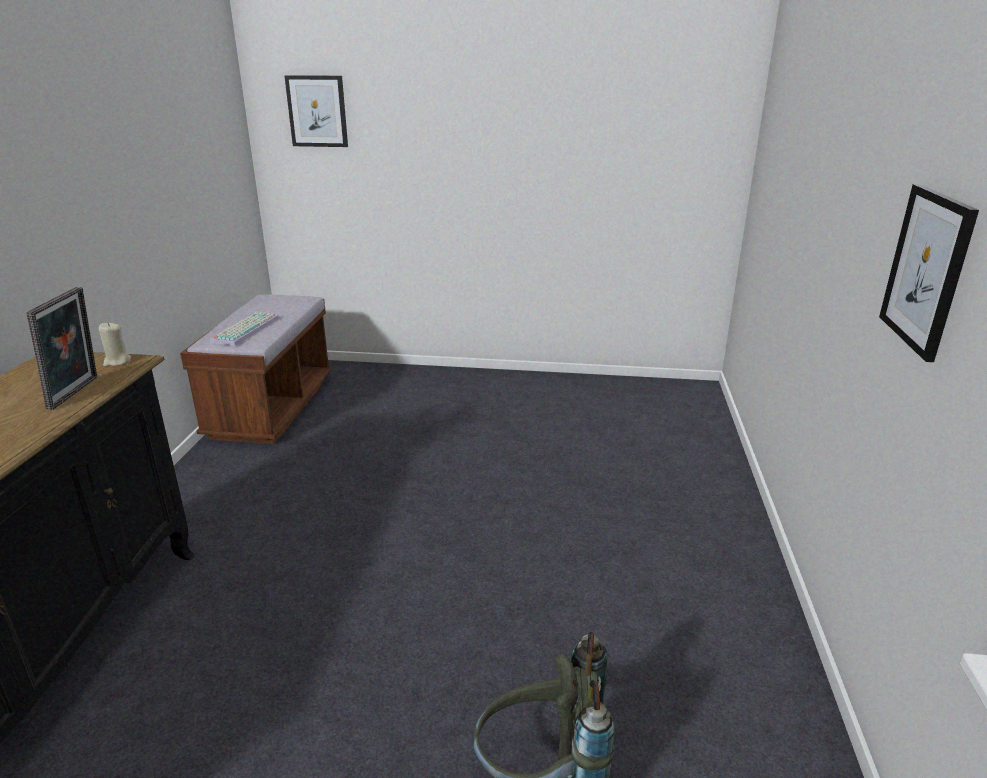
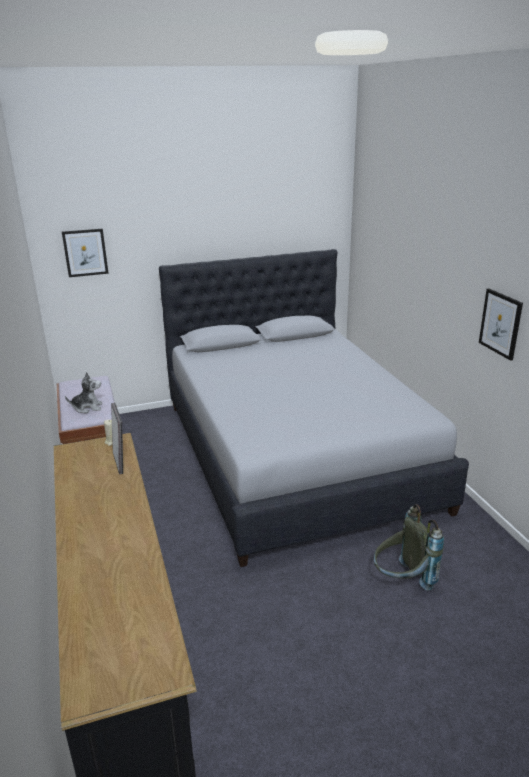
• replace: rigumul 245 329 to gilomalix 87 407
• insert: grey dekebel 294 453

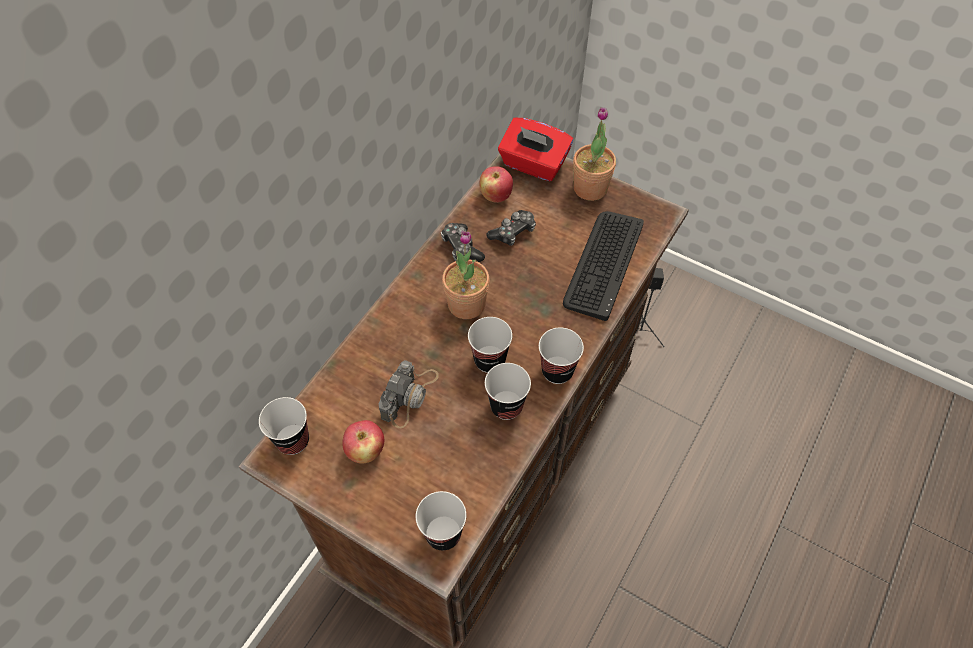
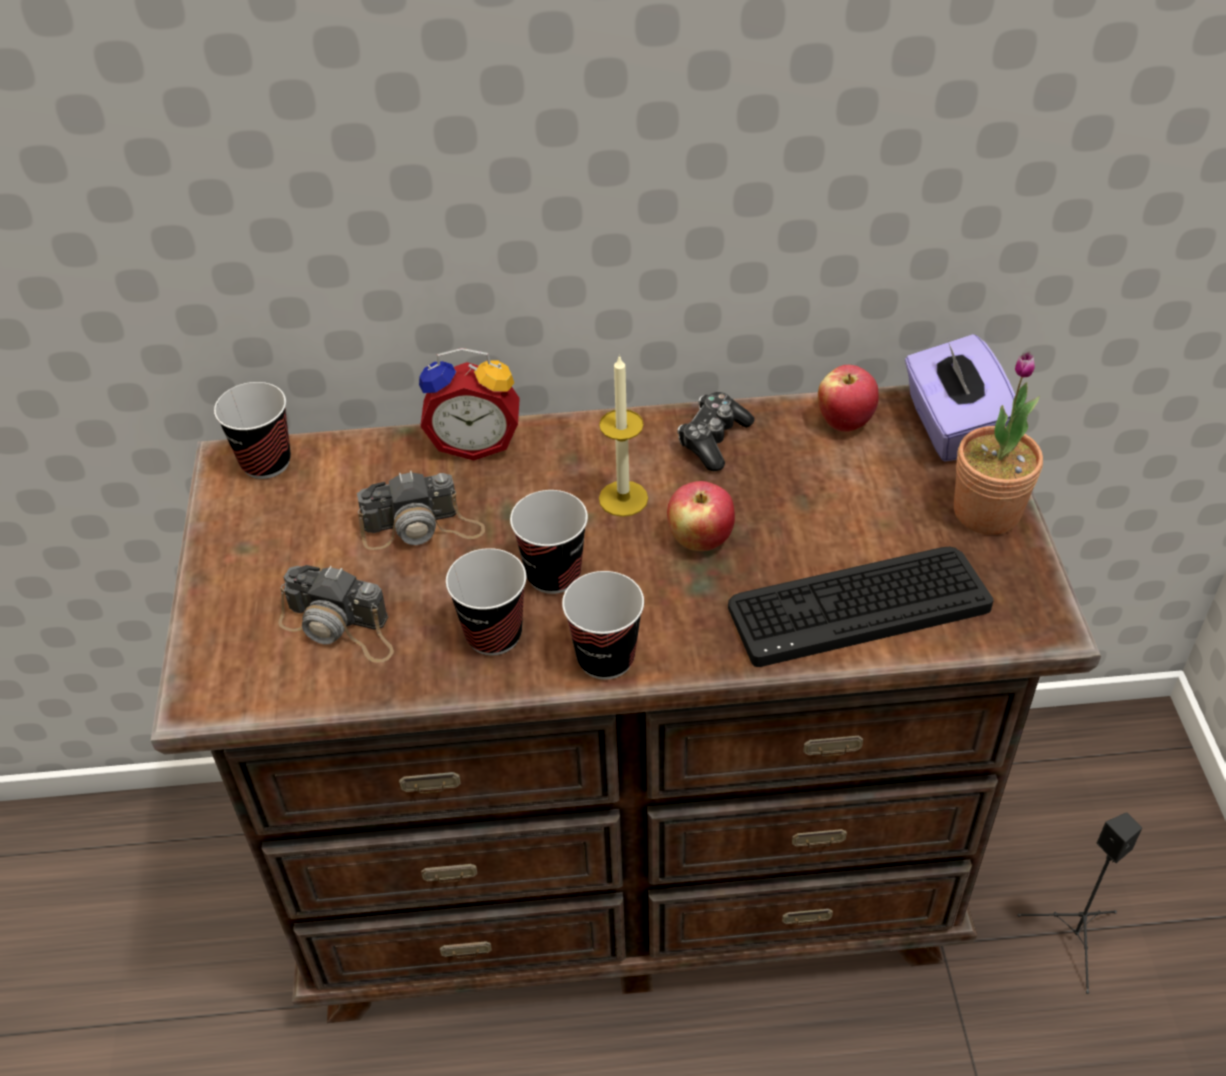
• move: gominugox 365 451 to 700 539
• delete: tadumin 443 534
• replace: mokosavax 466 304 to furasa 623 498
• delete: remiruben 513 232
• recolor: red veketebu 533 165 to purple veketebu 952 427
• insert: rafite 340 627
• insert: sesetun 475 442

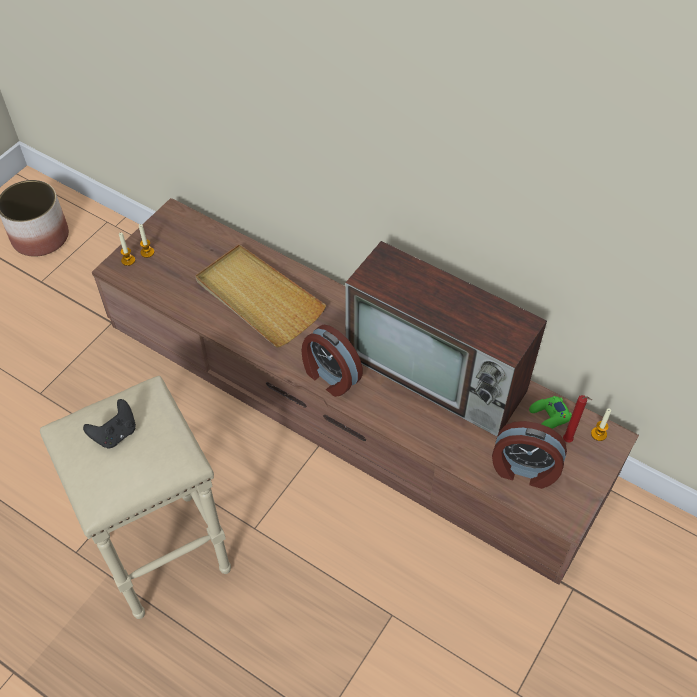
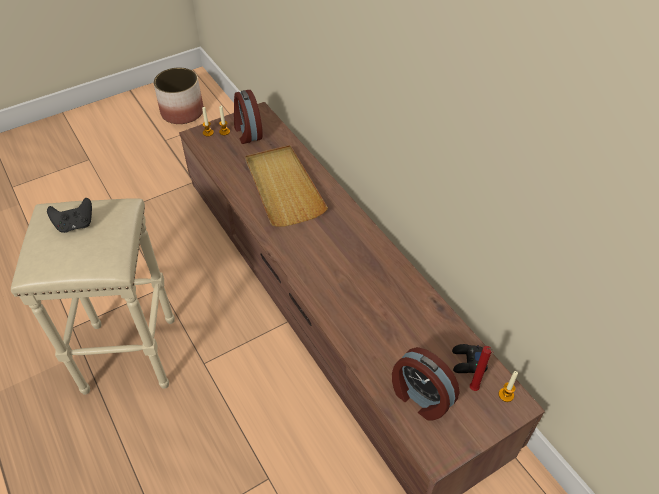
• move: sesetun 330 376 to 247 132
• delete: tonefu 439 374
• recolor: green remiruben 549 416 to black remiruben 468 362

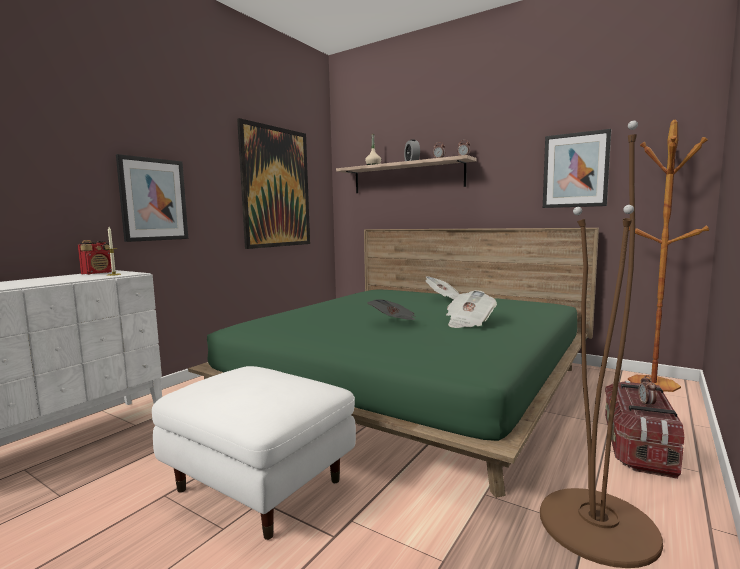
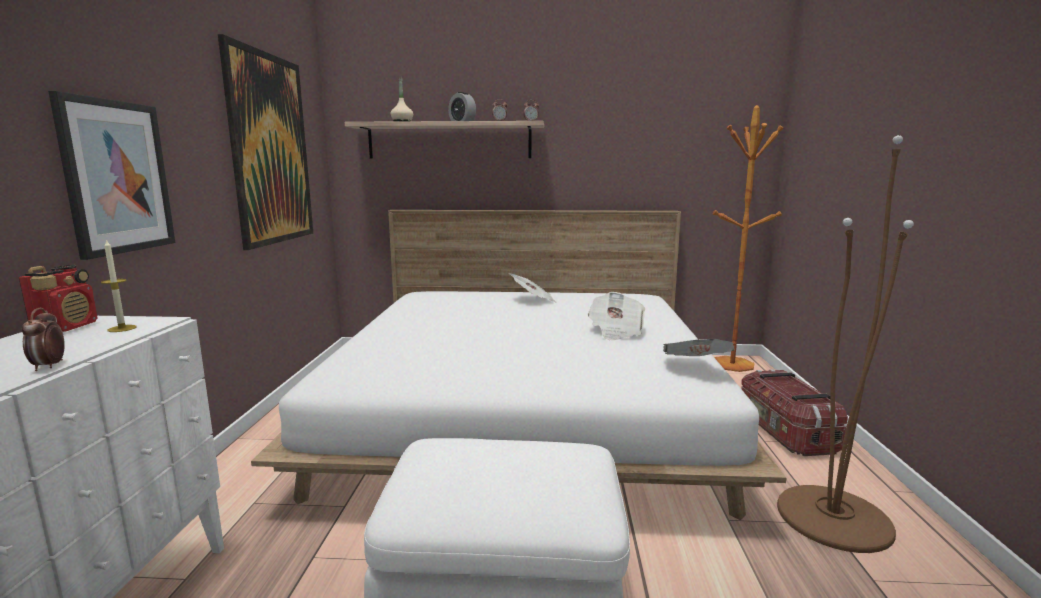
• recolor: green dekebel 410 385 to white dekebel 525 412
• move: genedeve 394 324 to 696 367
• delete: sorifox 575 170
• move: sesetun 646 404 to 49 366

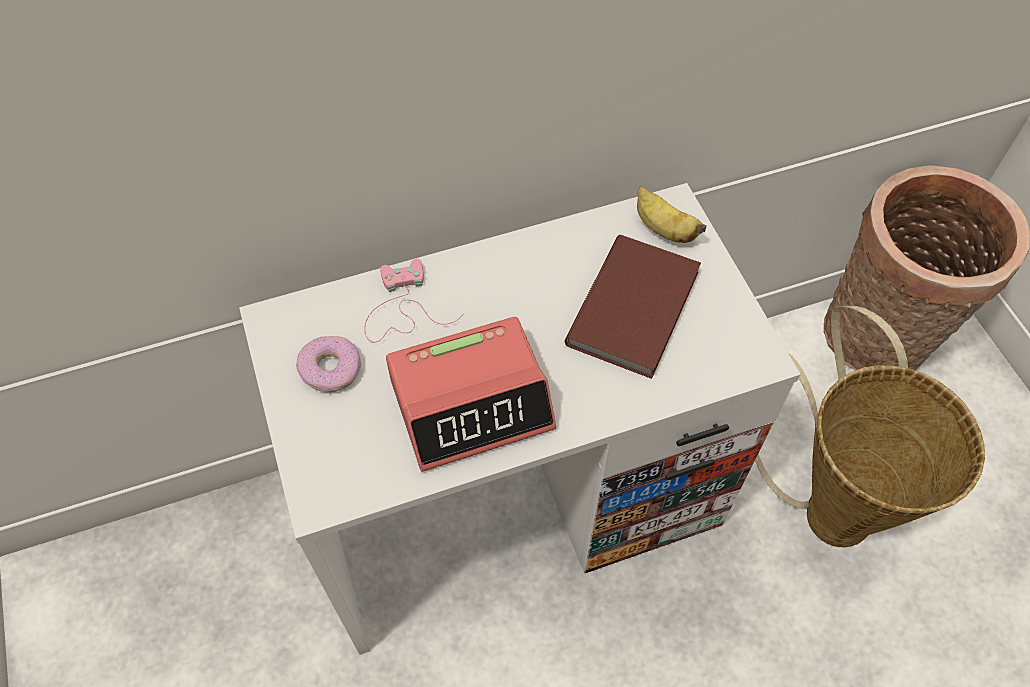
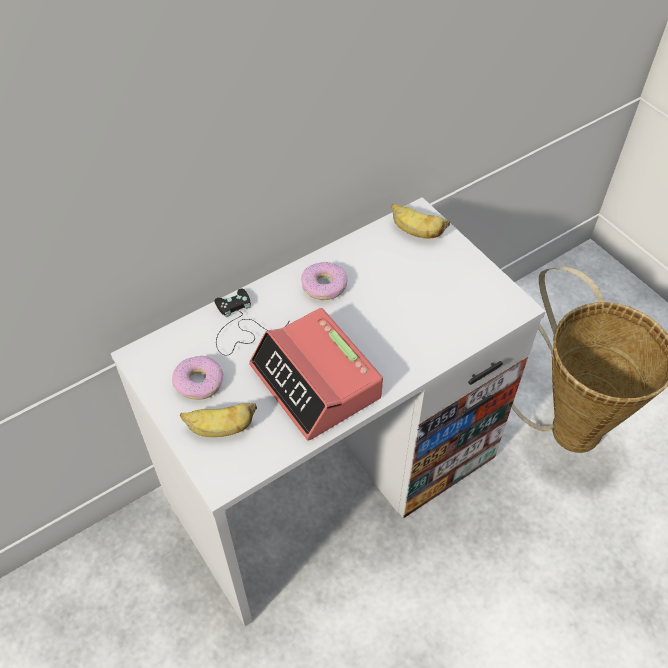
• recolor: pink remiruben 402 307 to black remiruben 240 326
• rotate: sesetun 472 402 = 316 382 90 degrees clockwise
• delete: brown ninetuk 637 307
• delete: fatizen 878 341
• insert: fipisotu 220 429
• insert: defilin 324 286

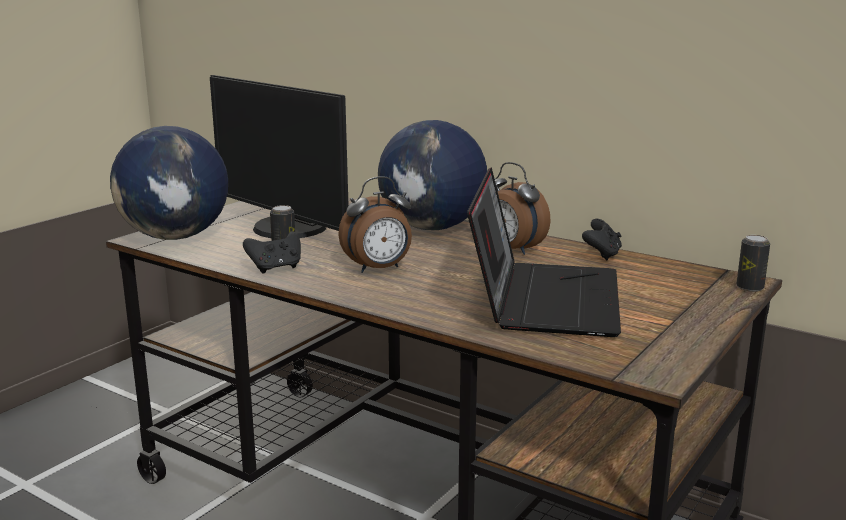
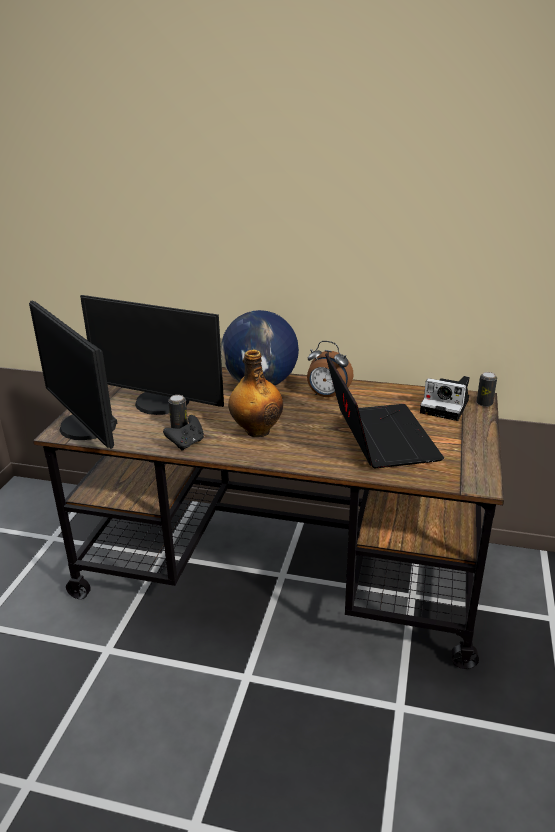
• replace: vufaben 176 237 to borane 85 427
• replace: sesetun 378 269 to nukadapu 256 430
• delete: black remiruben 601 255
• insert: rafite 447 406

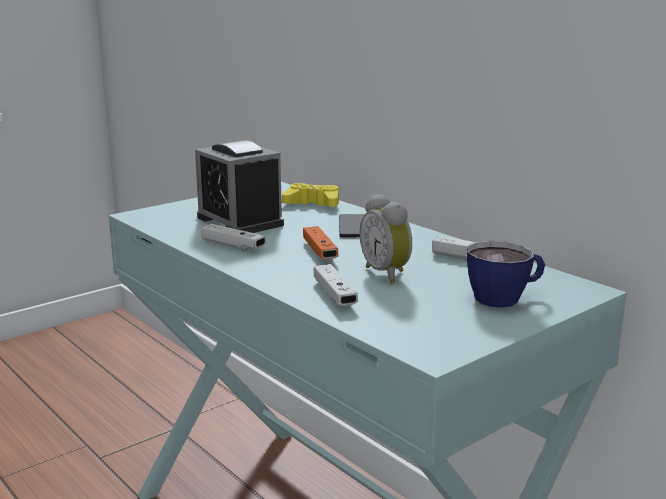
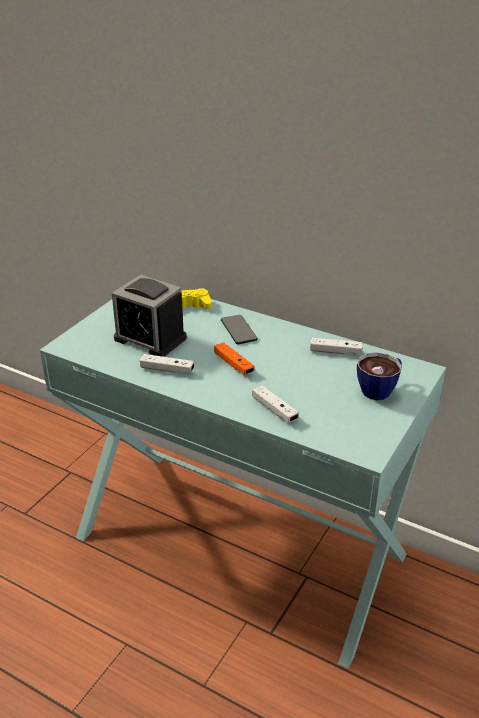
• delete: sesetun 388 274

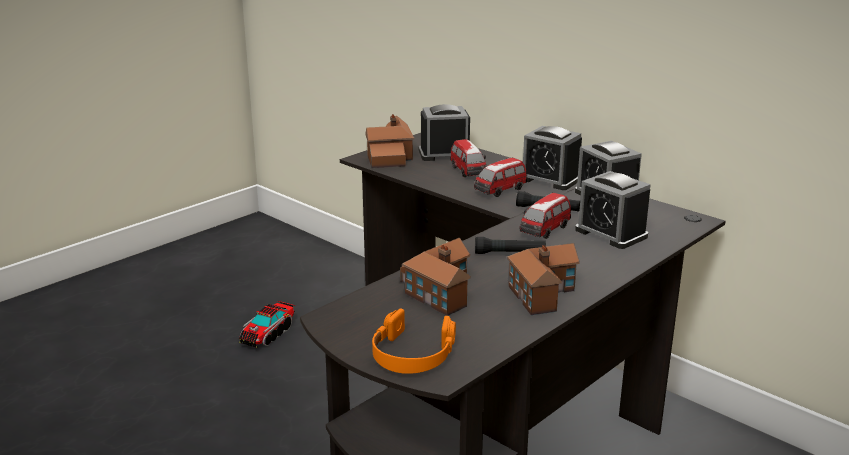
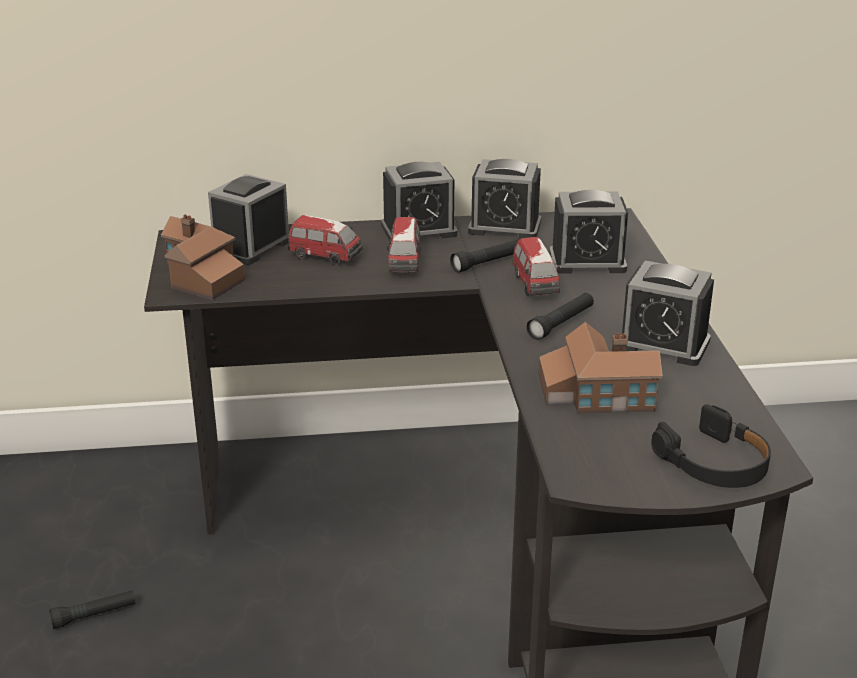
• replace: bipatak 268 334 to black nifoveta 94 615
• recolor: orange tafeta 412 354 to black tafeta 714 463
• replace: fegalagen 542 291 to sesetun 663 344

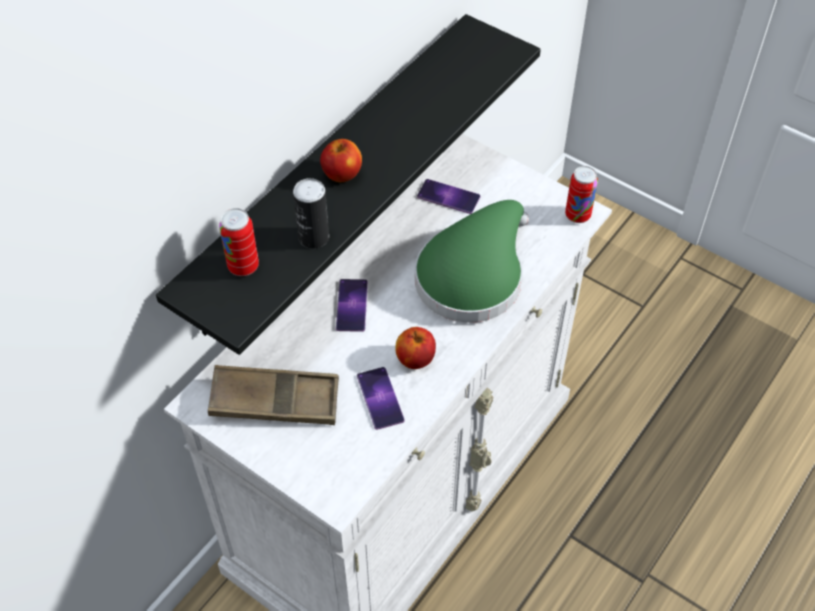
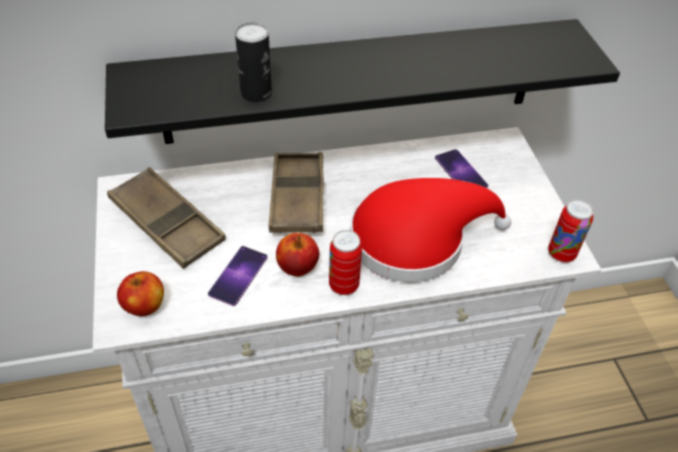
• move: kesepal 243 266 to 344 285
• move: gominugox 342 174 to 145 306
• replace: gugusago 352 305 to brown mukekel 297 198
• recolor: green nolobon 473 275 to red nolobon 416 239

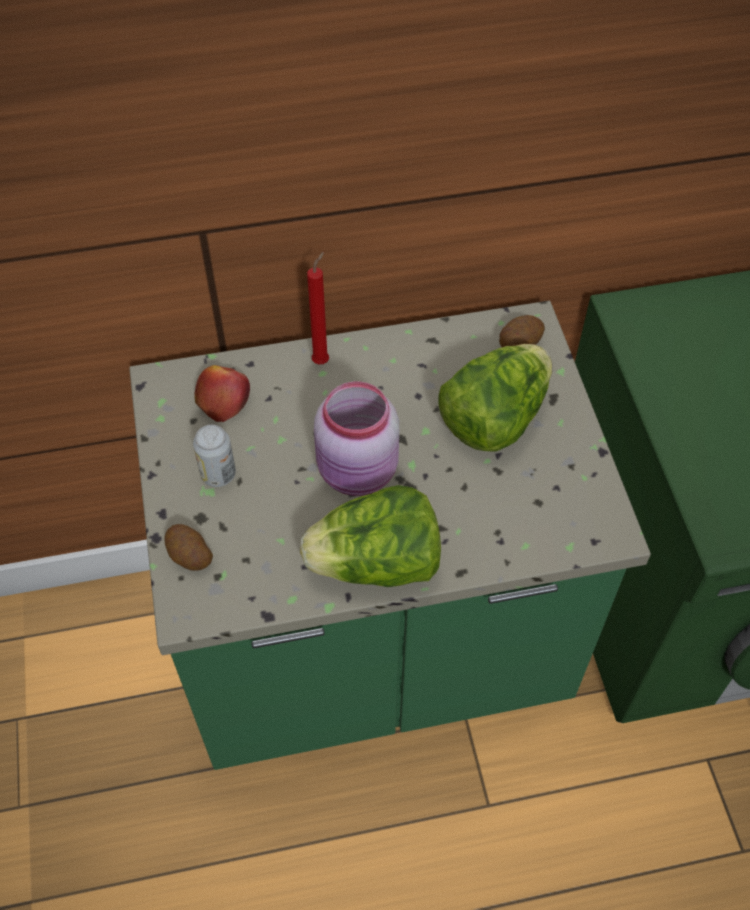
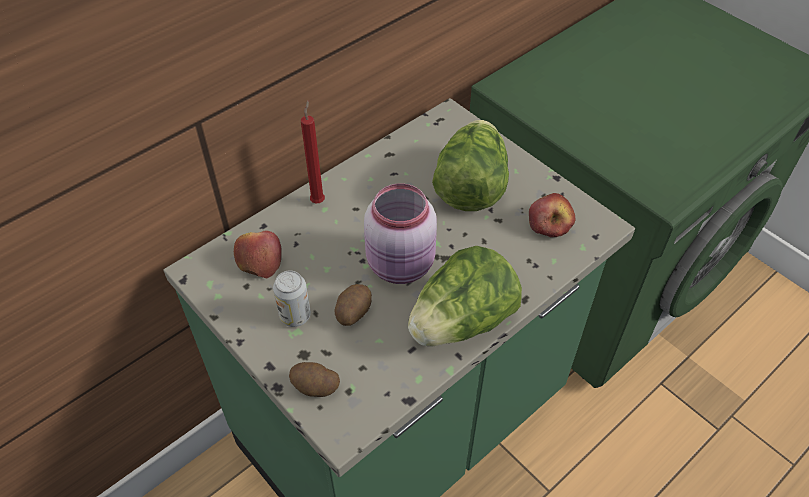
• move: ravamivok 519 342 to 353 312
• insert: gominugox 550 223

